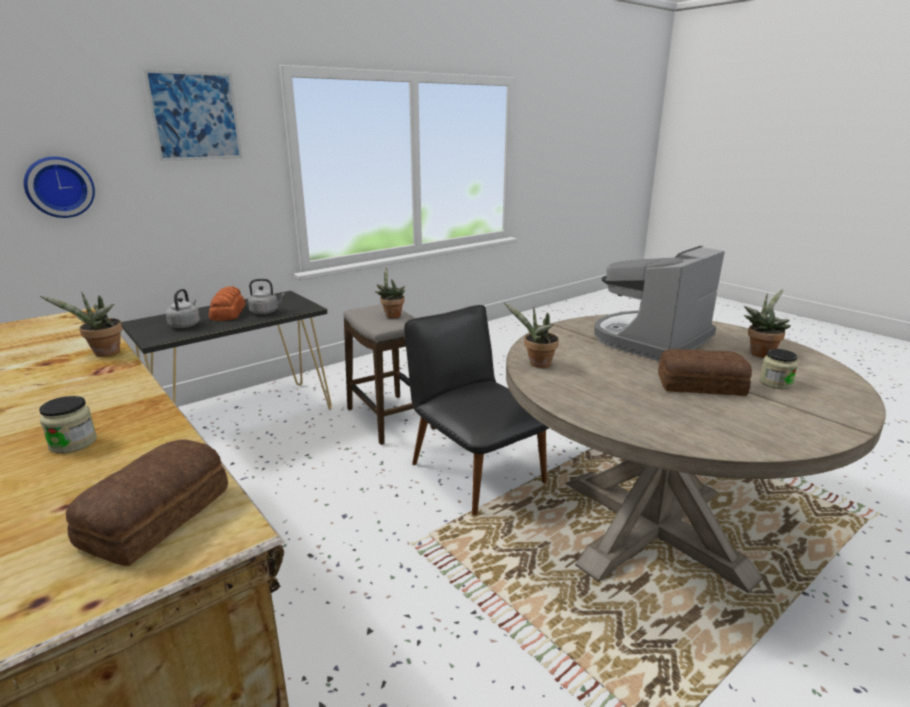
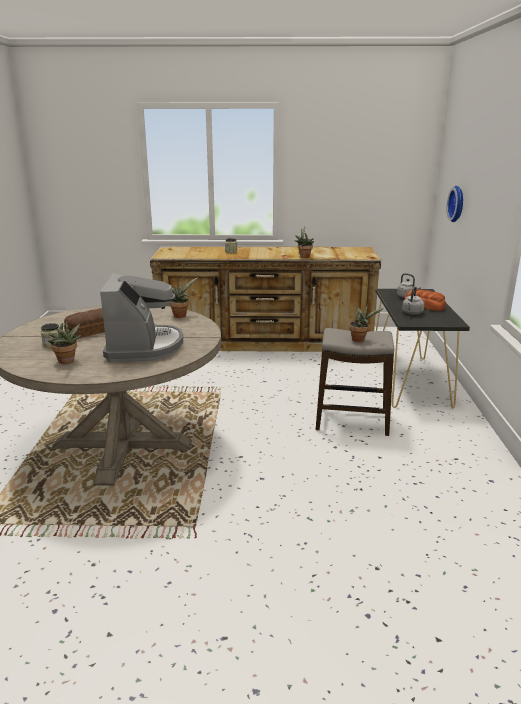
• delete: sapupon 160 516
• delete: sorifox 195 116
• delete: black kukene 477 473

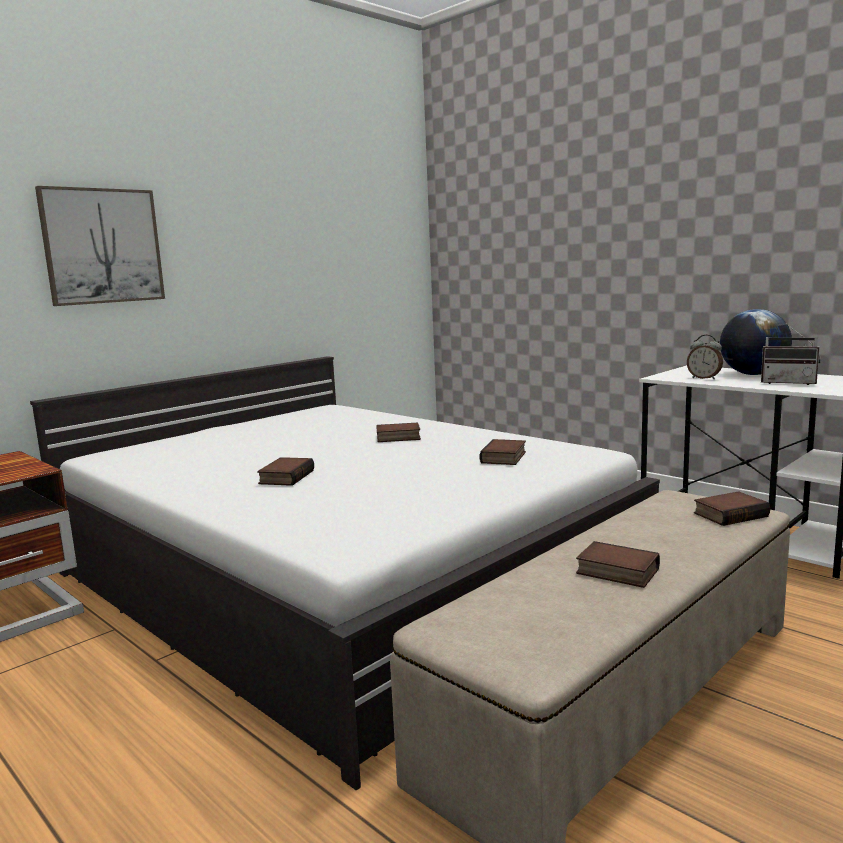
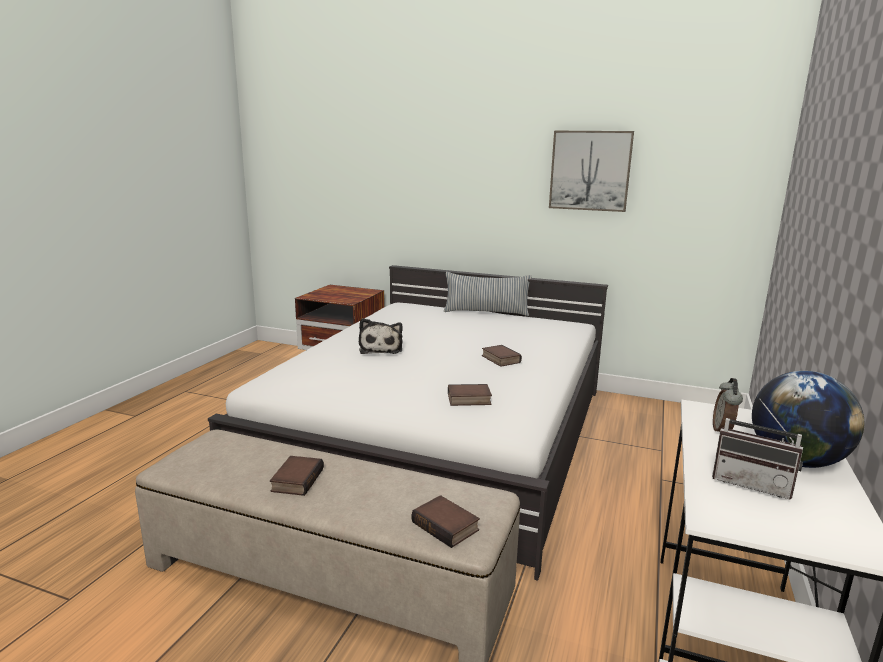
• move: sorifox 102 246 to 590 171
• replace: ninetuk 285 477 to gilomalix 381 349
• rotate: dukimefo 789 383 = 752 483 60 degrees counterclockwise
• insert: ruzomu 486 312

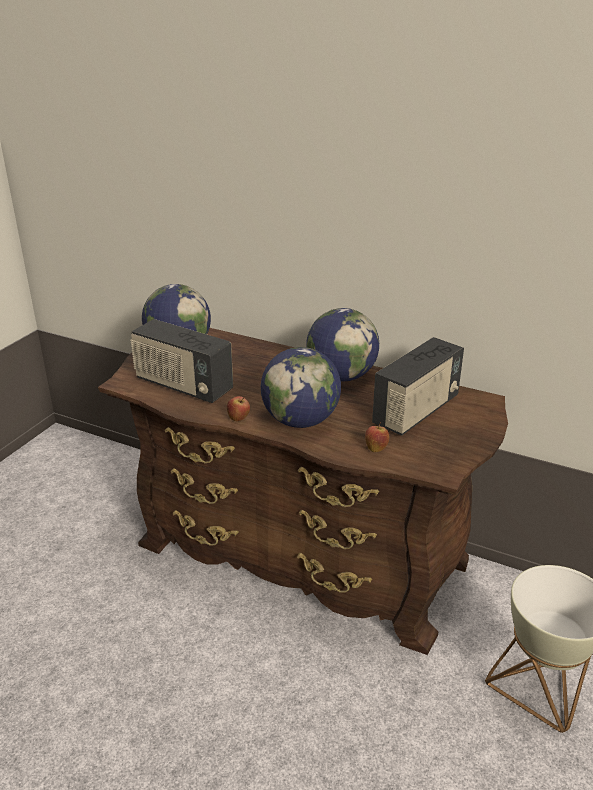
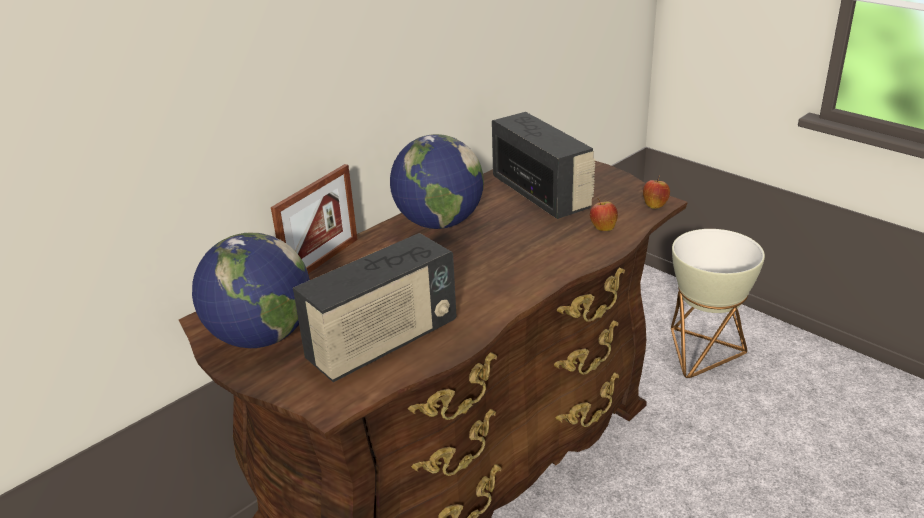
• move: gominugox 239 418 to 655 205
• delete: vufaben 300 421
• insert: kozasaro 322 262

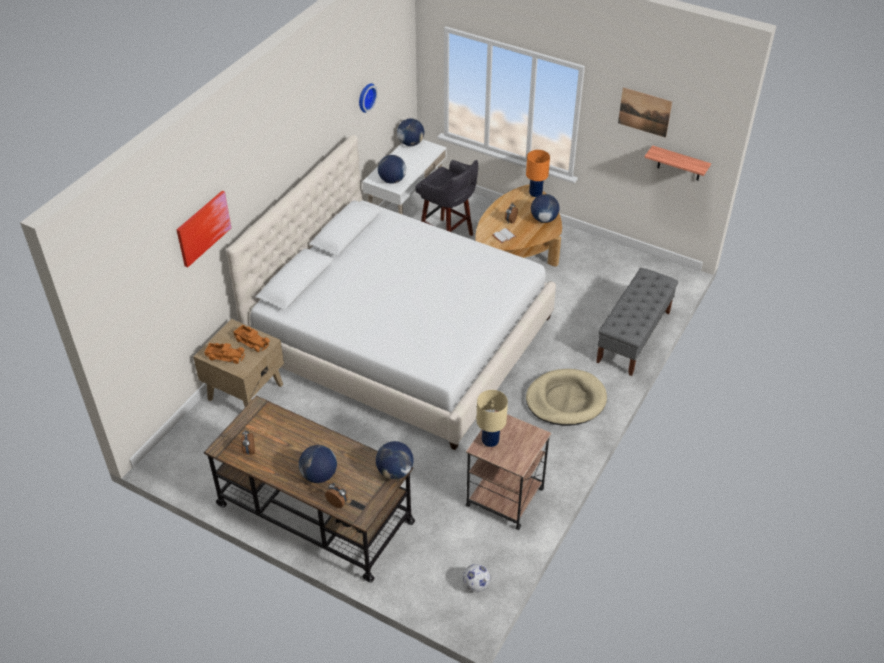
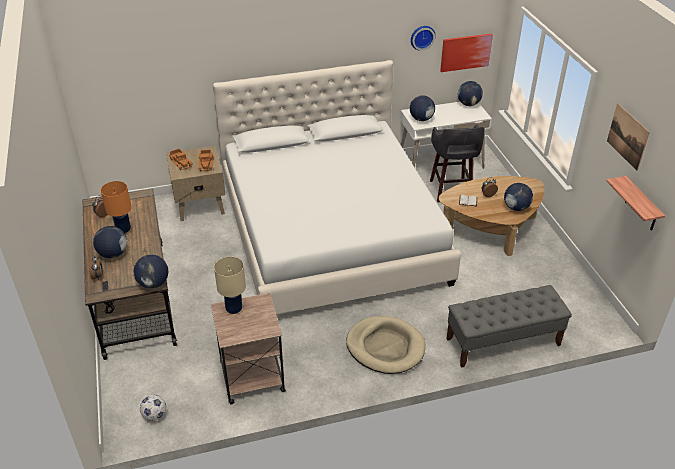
• move: sorifox 203 228 to 465 52
• move: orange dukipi 535 194 to 123 230

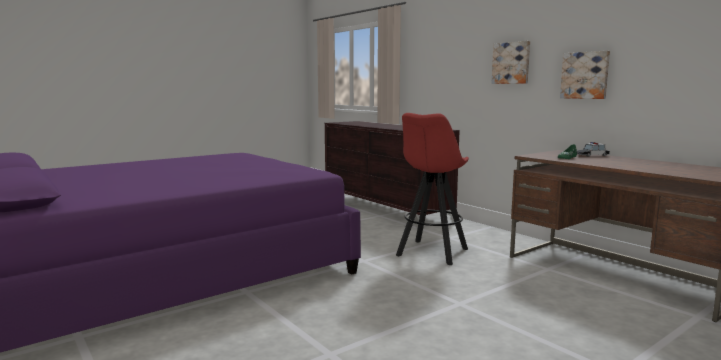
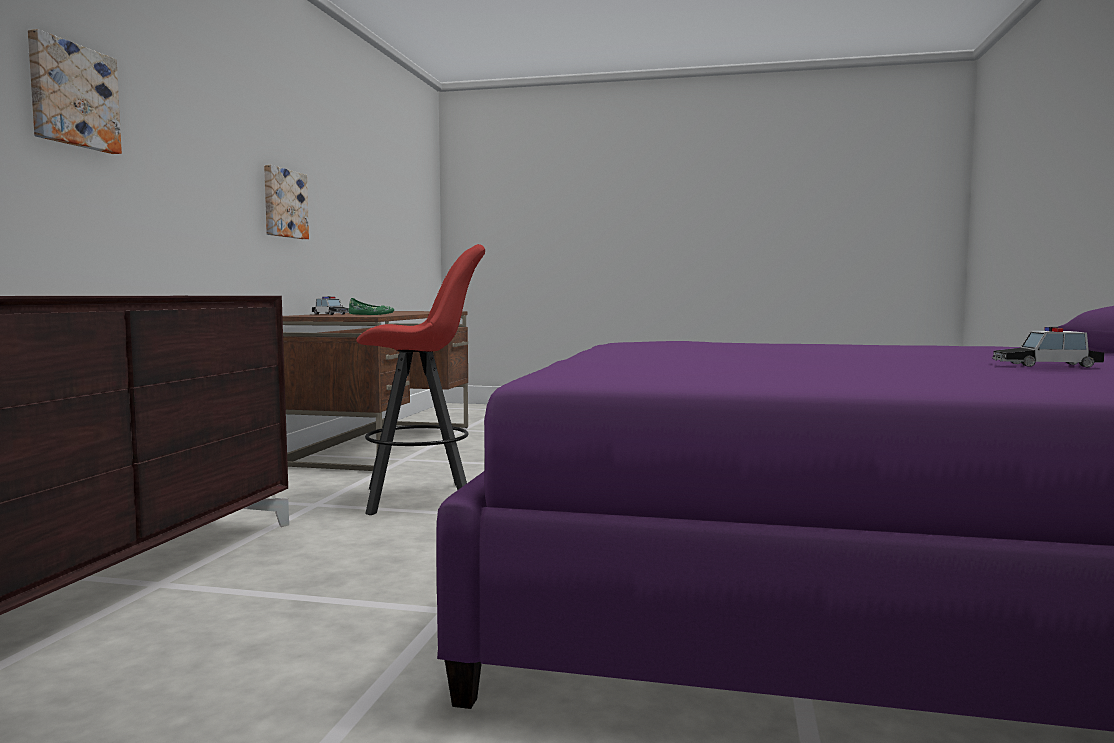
• move: sorifox 511 63 to 72 96
• insert: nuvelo 1045 365

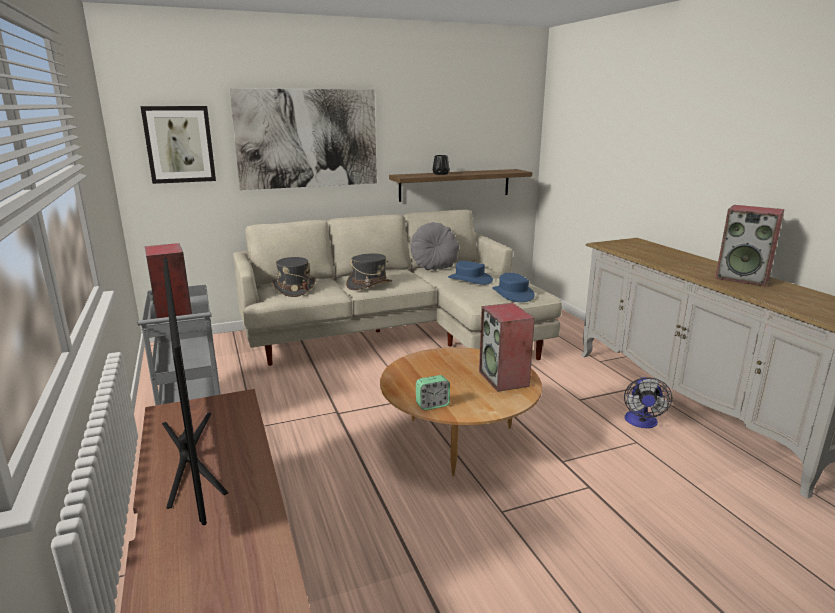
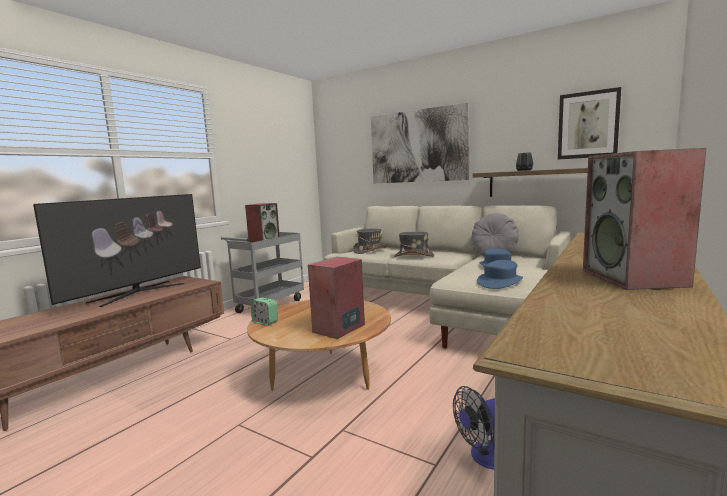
• move: sorifox 179 144 to 588 125

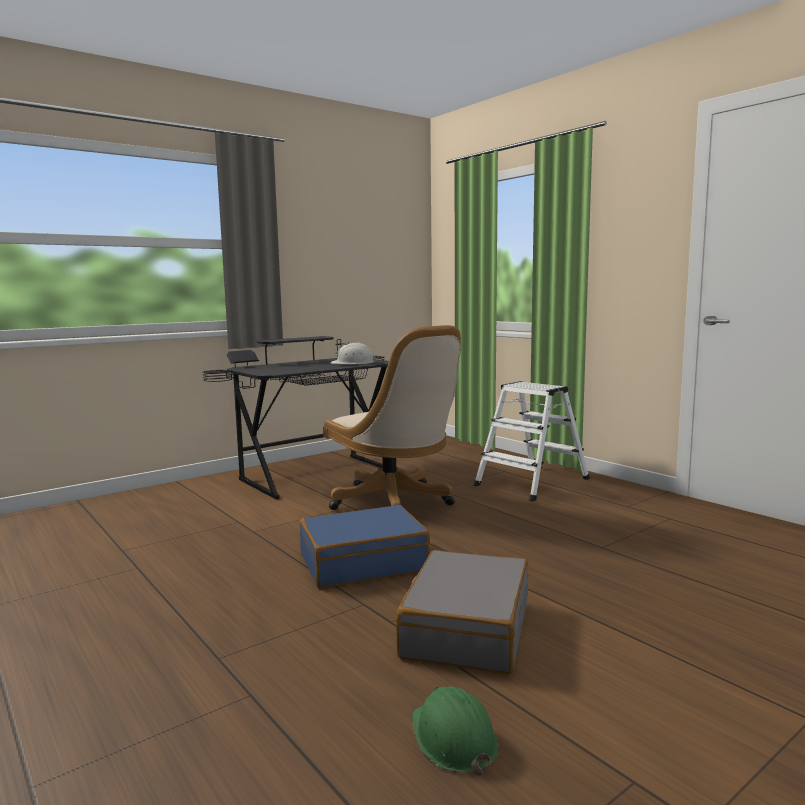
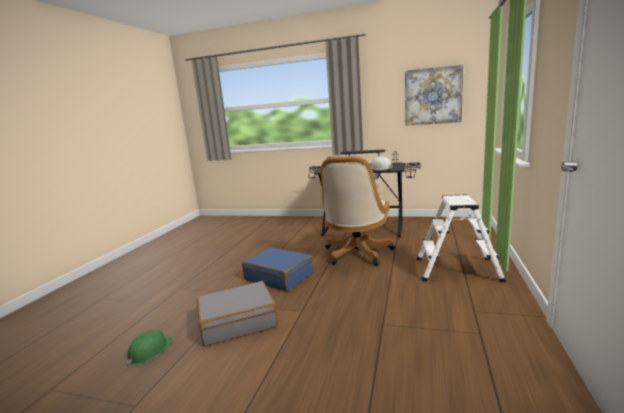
• insert: sorifox 433 96

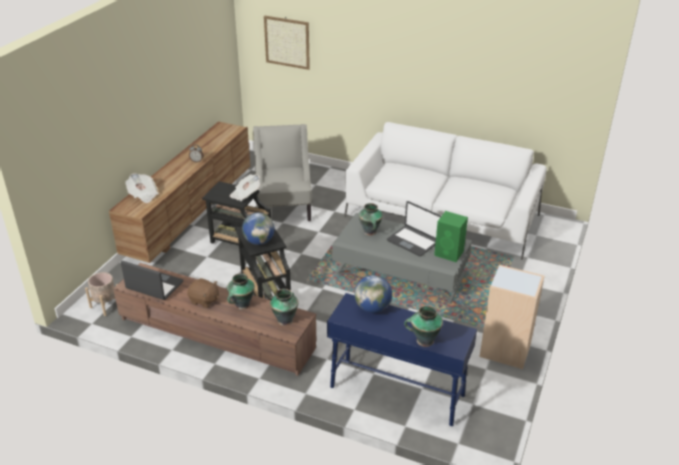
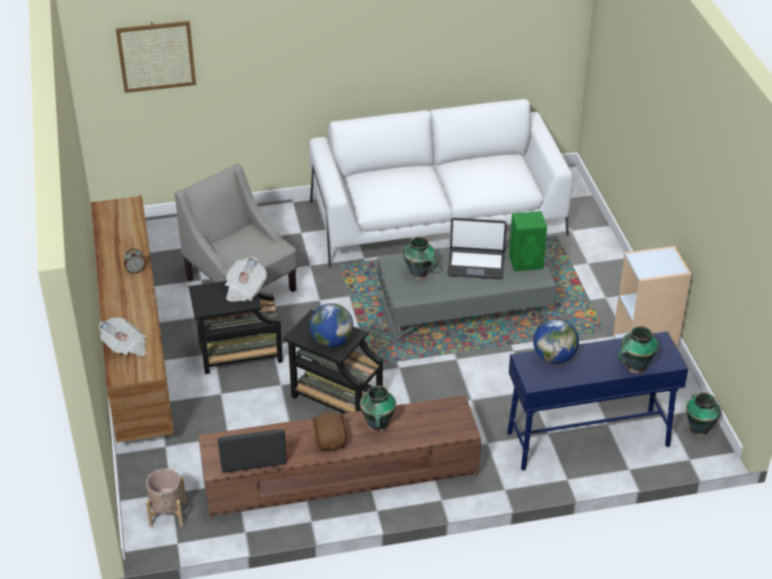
• rotate: brown gilomalix 204 300 = 331 441 90 degrees counterclockwise
• move: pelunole 285 320 to 698 428

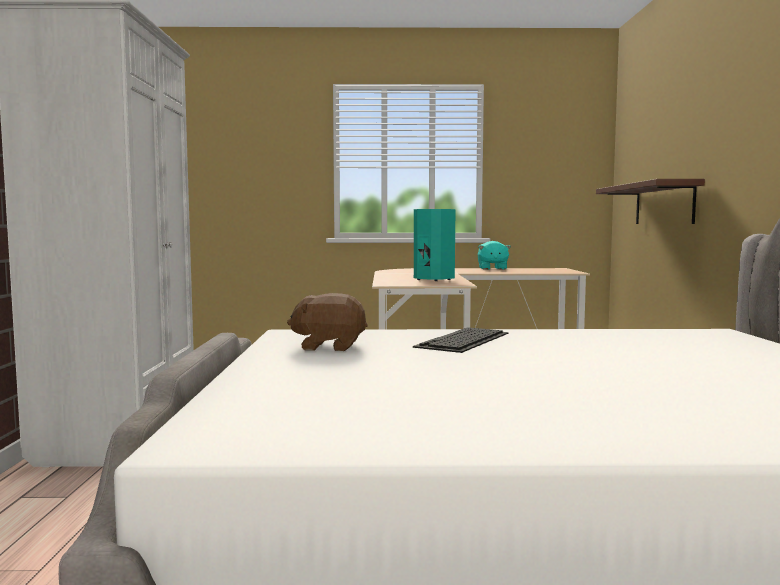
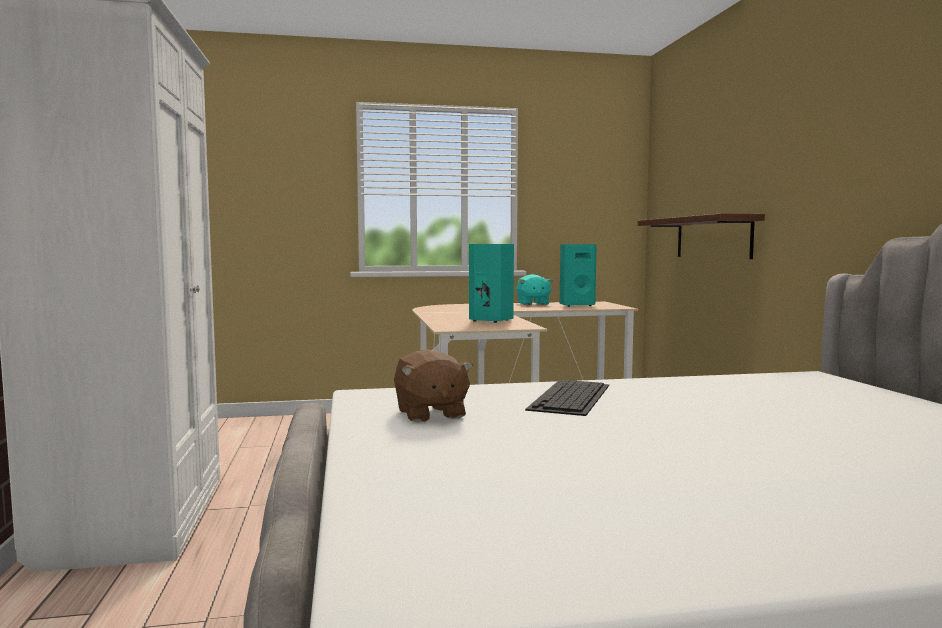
• rotate: brown gilomalix 329 347 = 430 414 105 degrees counterclockwise
• insert: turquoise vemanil 576 305

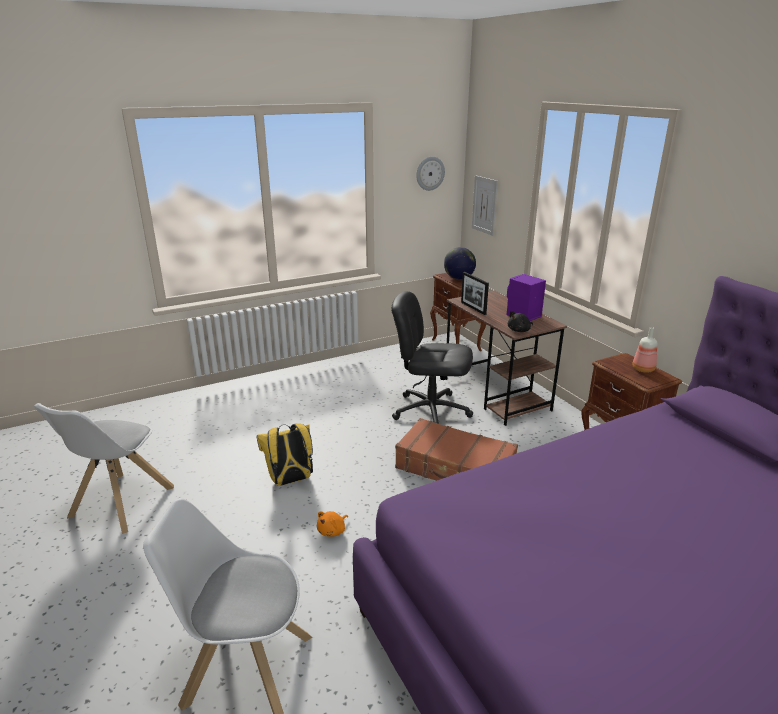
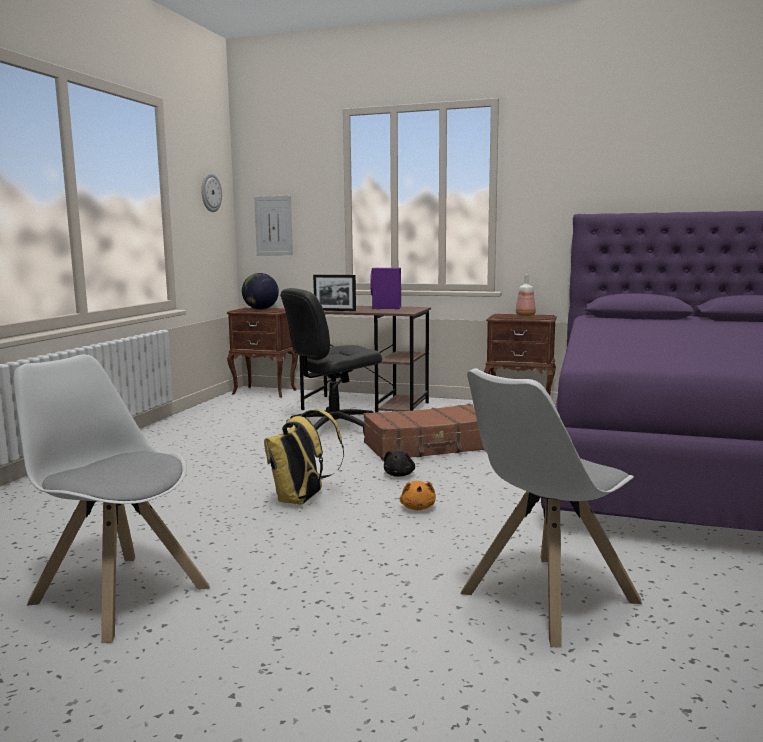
• rotate: kukene 120 503 = 117 593 150 degrees clockwise
• move: black gilomalix 519 330 to 399 475

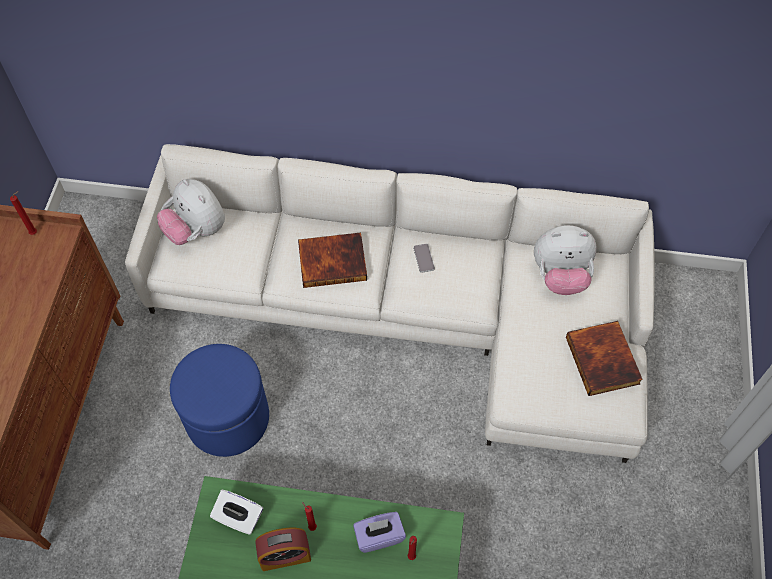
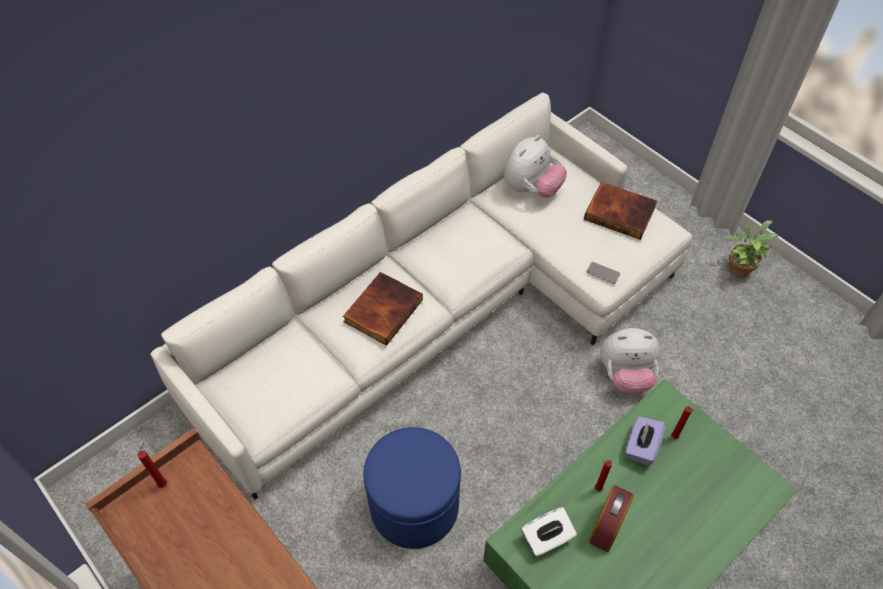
• move: gilomalix 196 230 to 625 375
• move: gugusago 423 258 to 603 273
• insert: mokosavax 739 268

